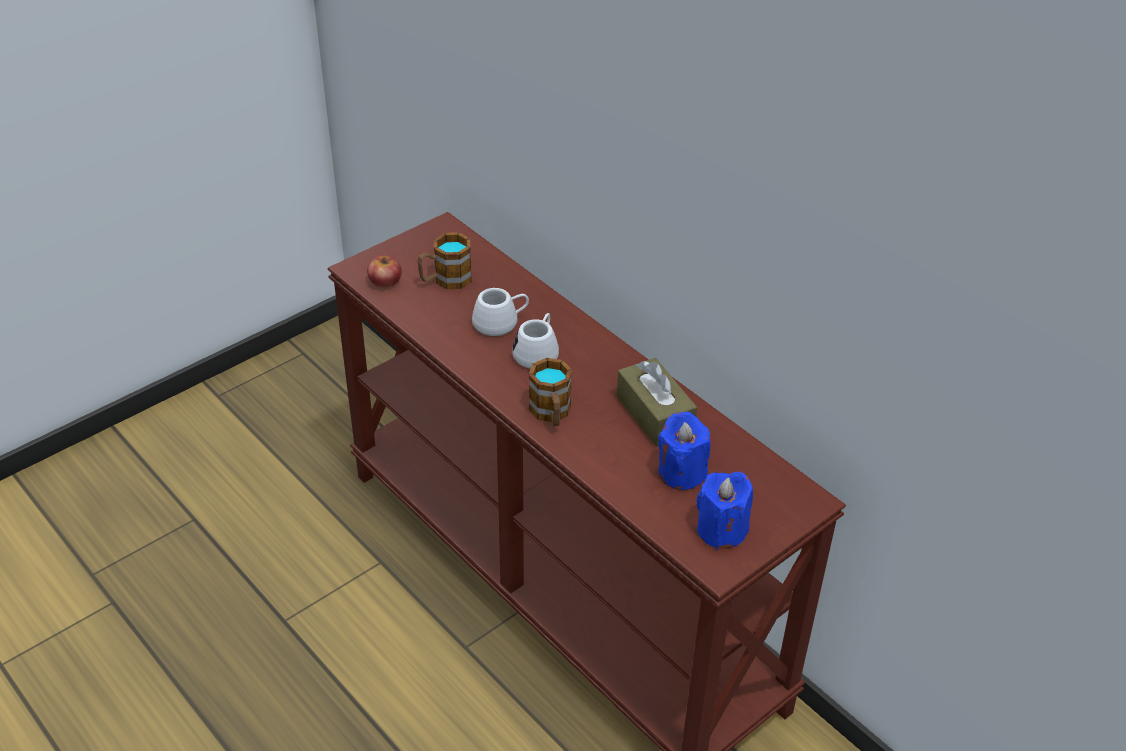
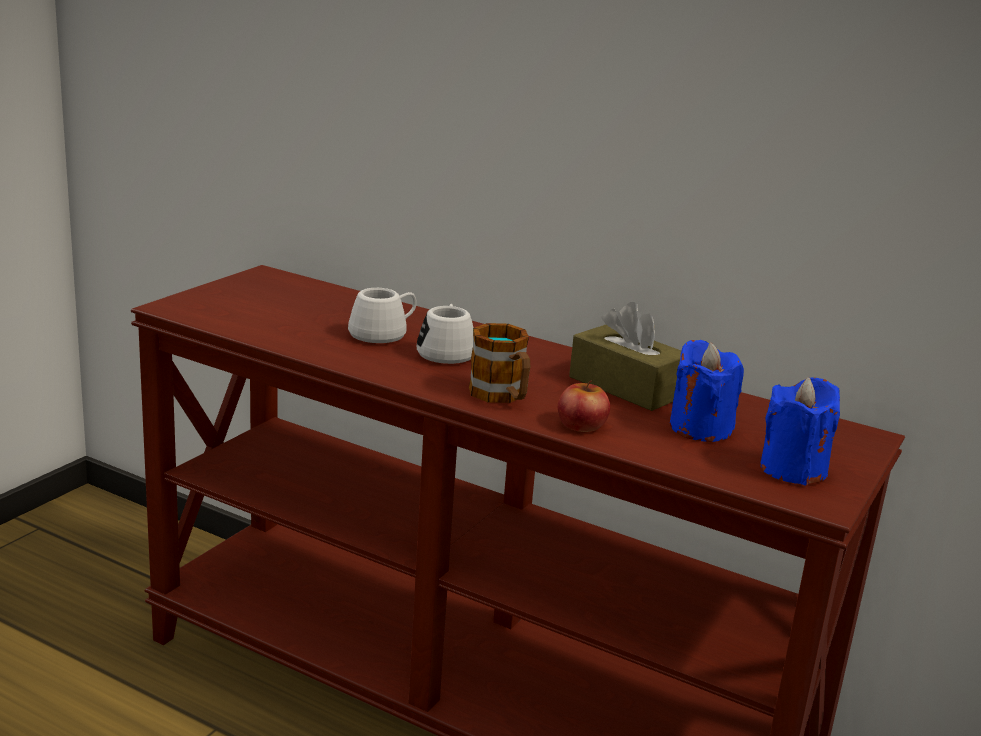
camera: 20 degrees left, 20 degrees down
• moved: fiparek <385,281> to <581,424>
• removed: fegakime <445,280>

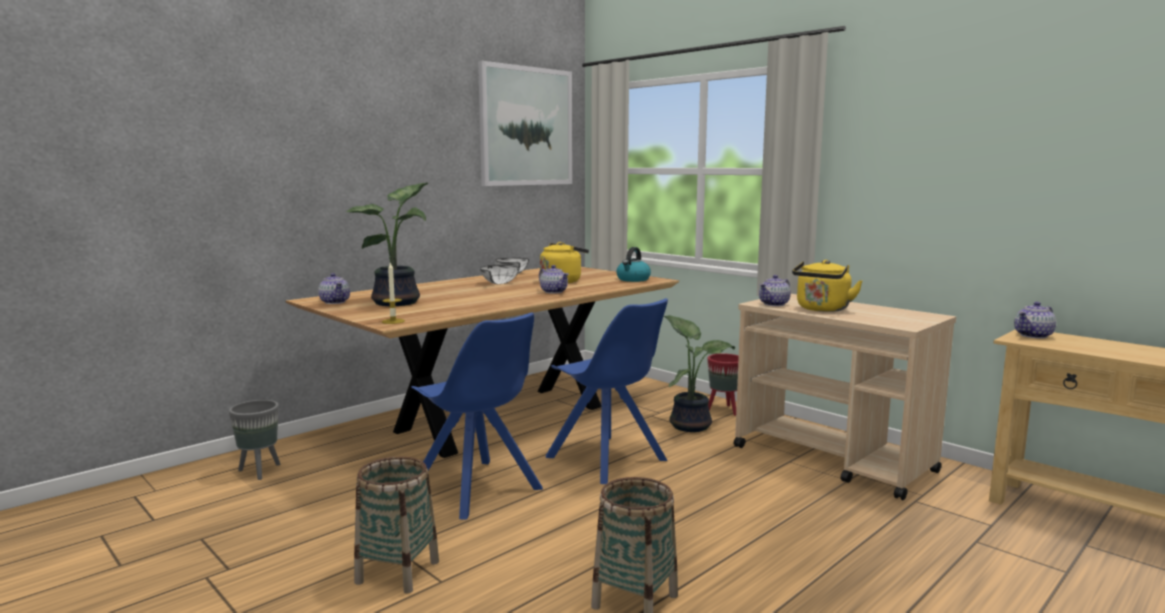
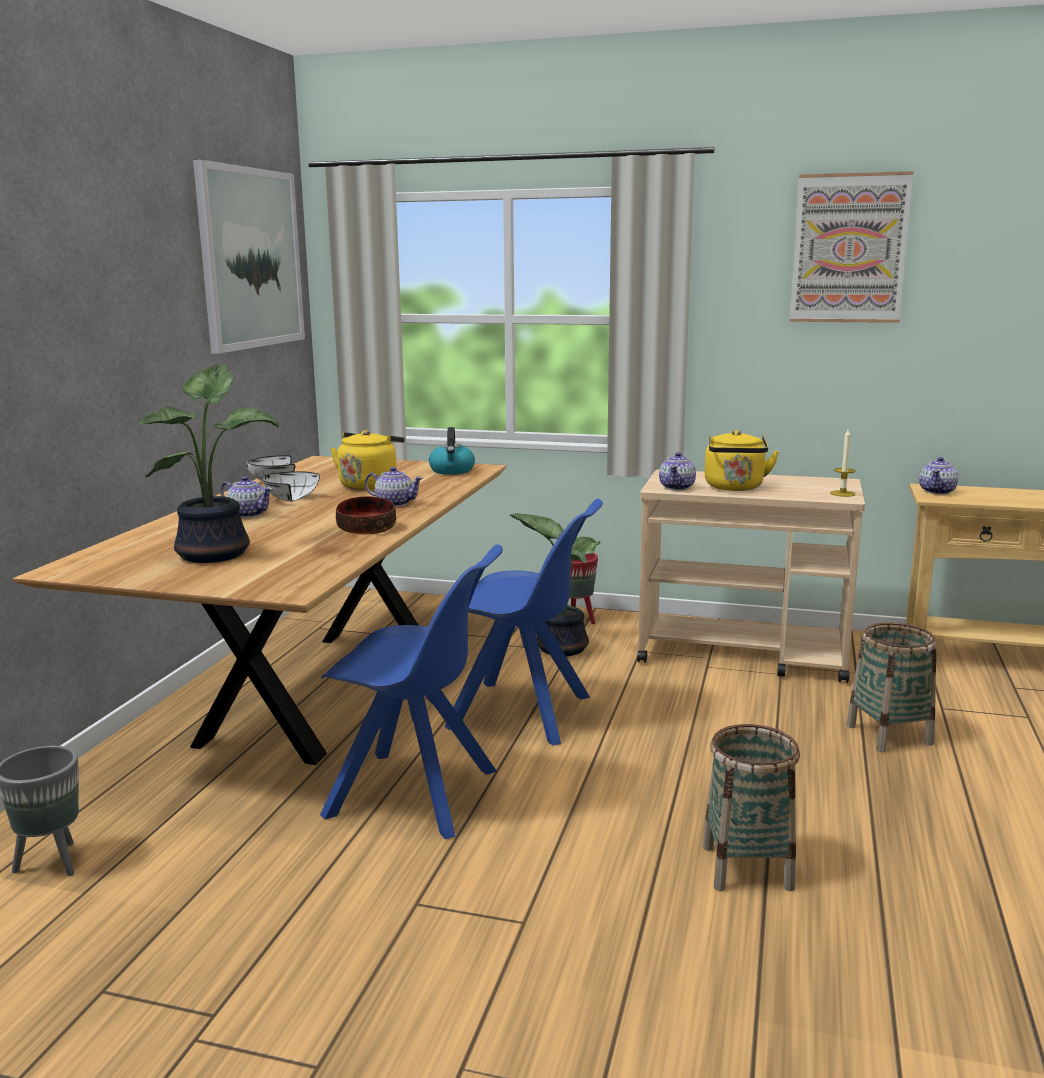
camera: 30 degrees left, 5 degrees up
• moved: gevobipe <335,302> to <248,514>
• added: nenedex <366,529>
• added: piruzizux <849,249>
• moved: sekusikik <393,321> to <842,493>
• moved: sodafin <398,572> to <889,735>

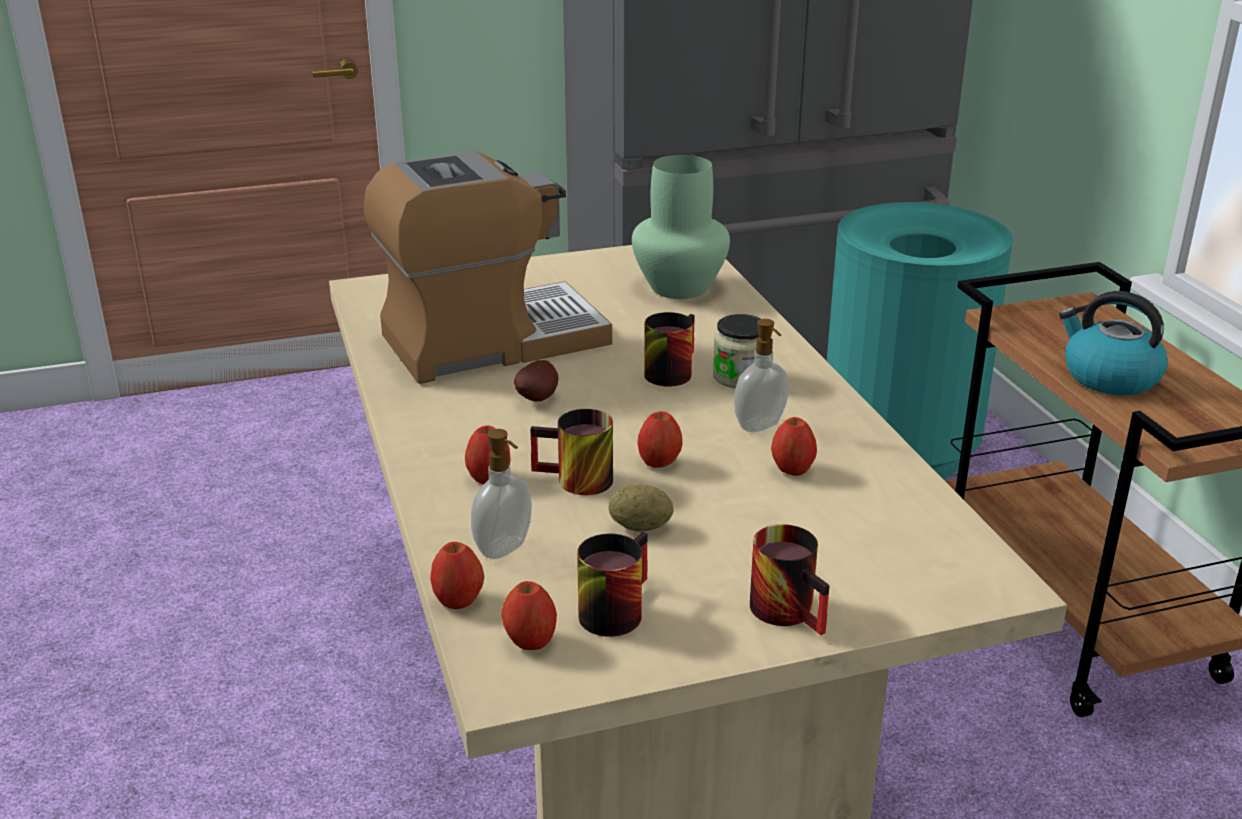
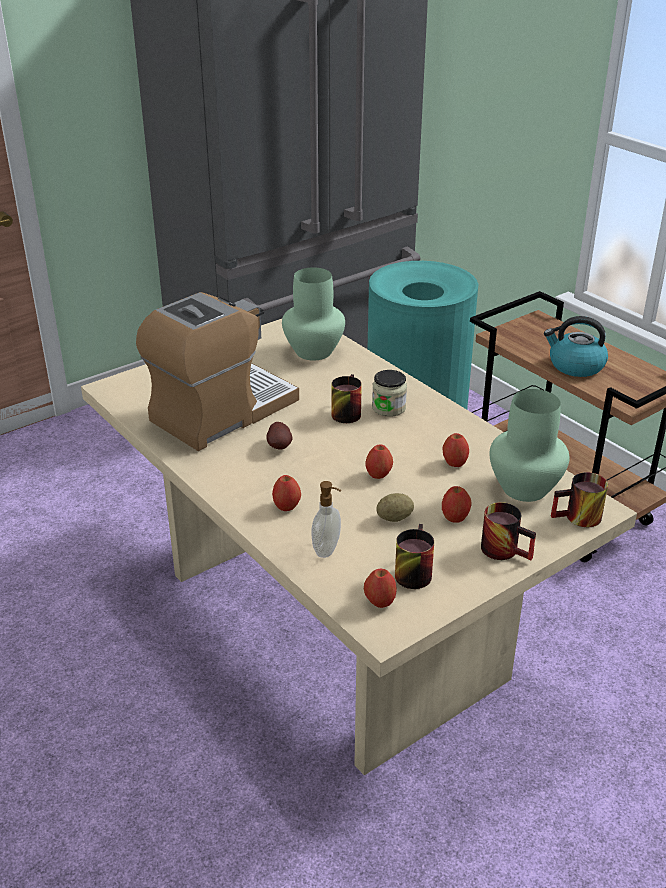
camera: 20 degrees left, 5 degrees up
• moved: fiparek <458,600> to <455,517>
• added: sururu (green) <526,488>
• moved: fegakime <574,482> to <578,519>
• removed: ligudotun <761,426>

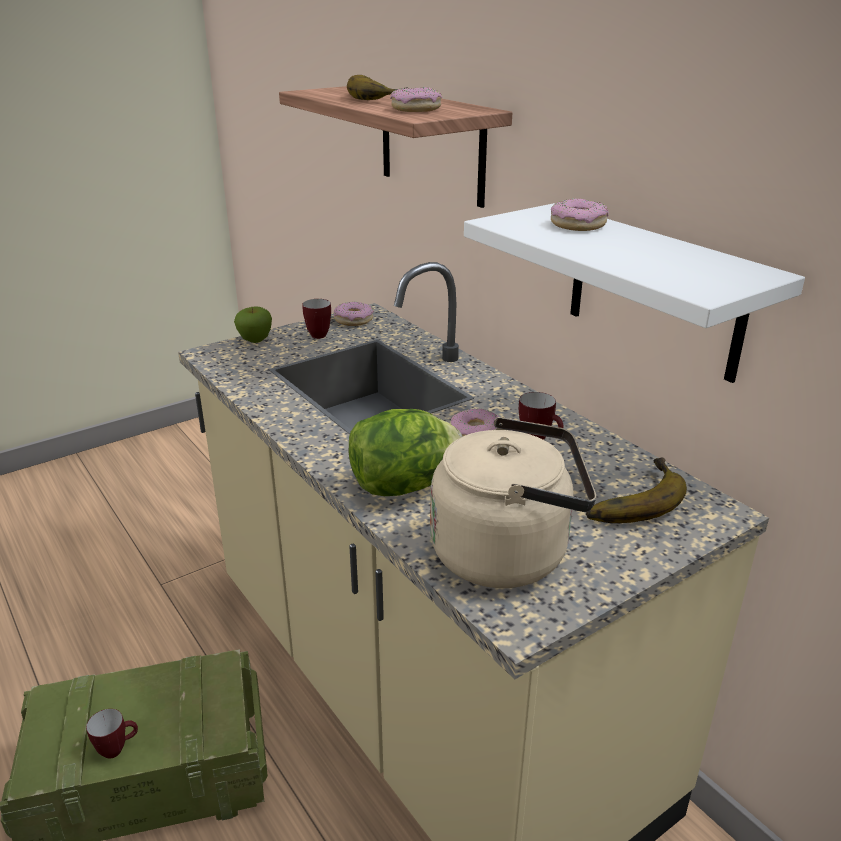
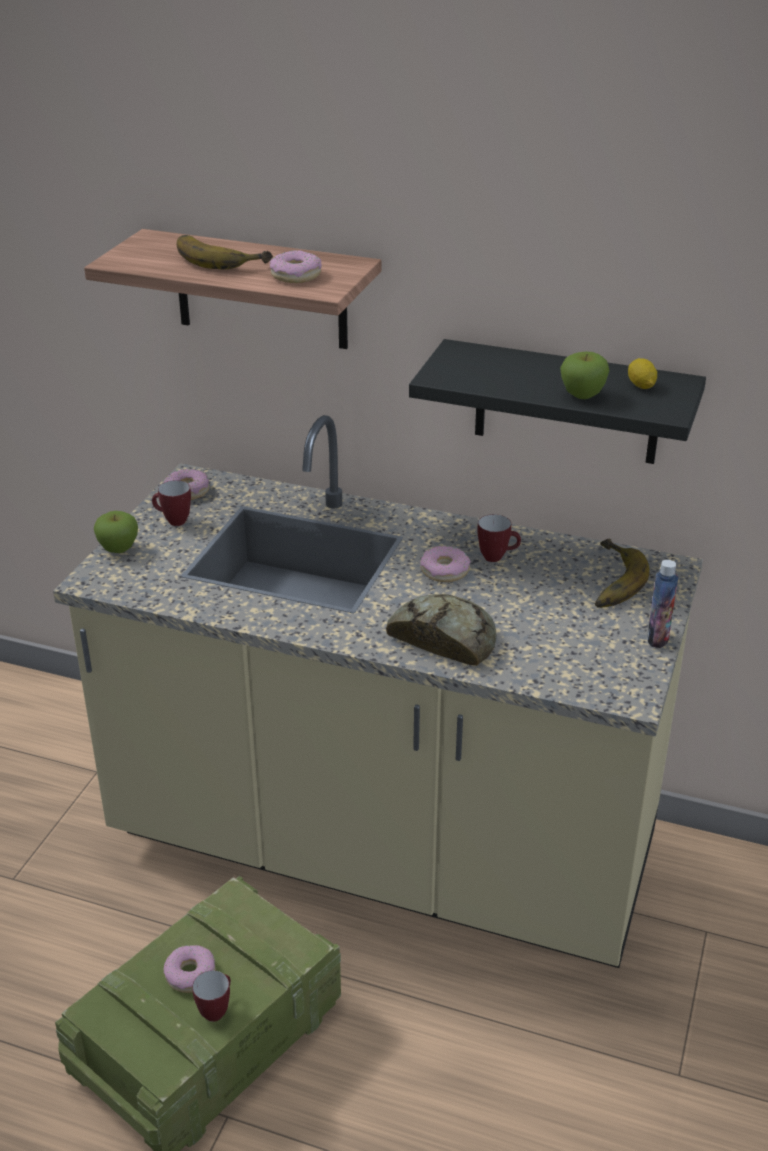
camera: 35 degrees left, 5 degrees up
• moved: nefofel <578,225> to <190,974>
• replaced: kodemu <403,486> to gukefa <444,637>
• recoloured: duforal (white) <654,291> to duforal (black) <567,403>
• added: fiparek <582,395>
• added: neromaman <641,385>
• added: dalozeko <657,638>
• removed: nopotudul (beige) <508,553>

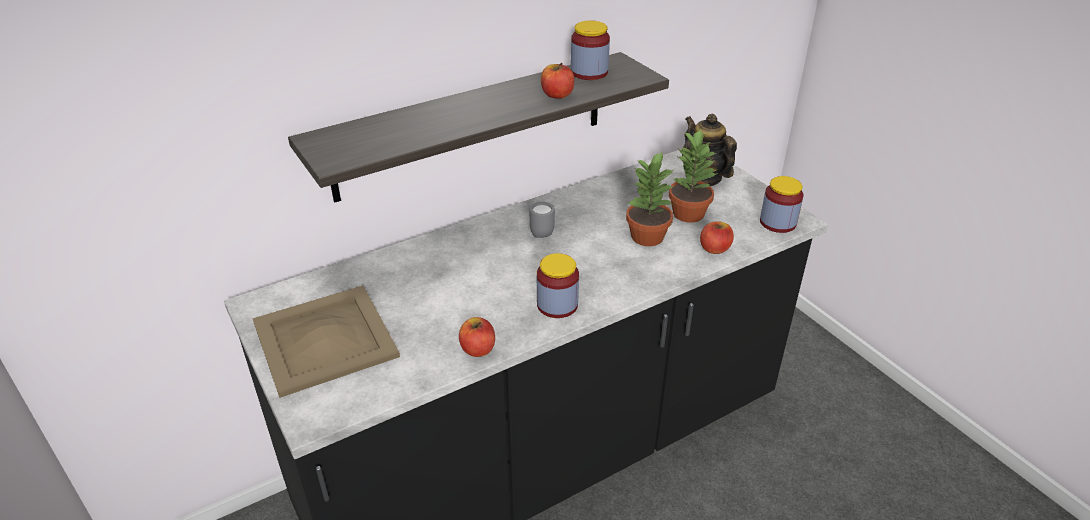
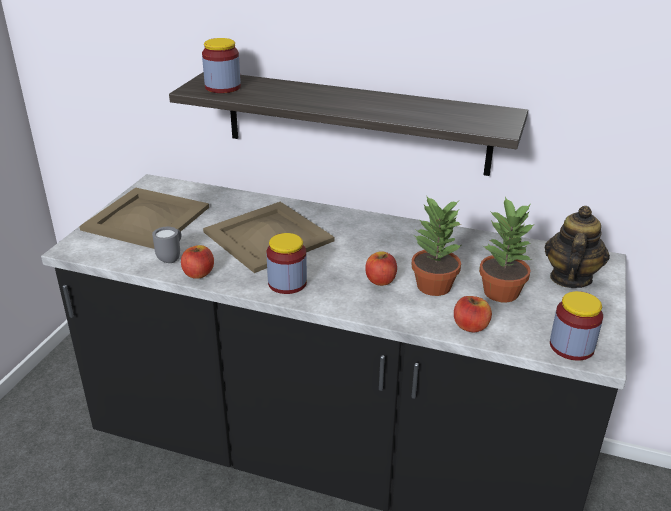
camera: 50 degrees right, 5 degrees down
• moved: fegakime (grey) <541,232> to <171,258>
• moved: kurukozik <589,72> to <223,87>
• added: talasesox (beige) <268,236>
• moved: fiparek <557,95> to <380,280>

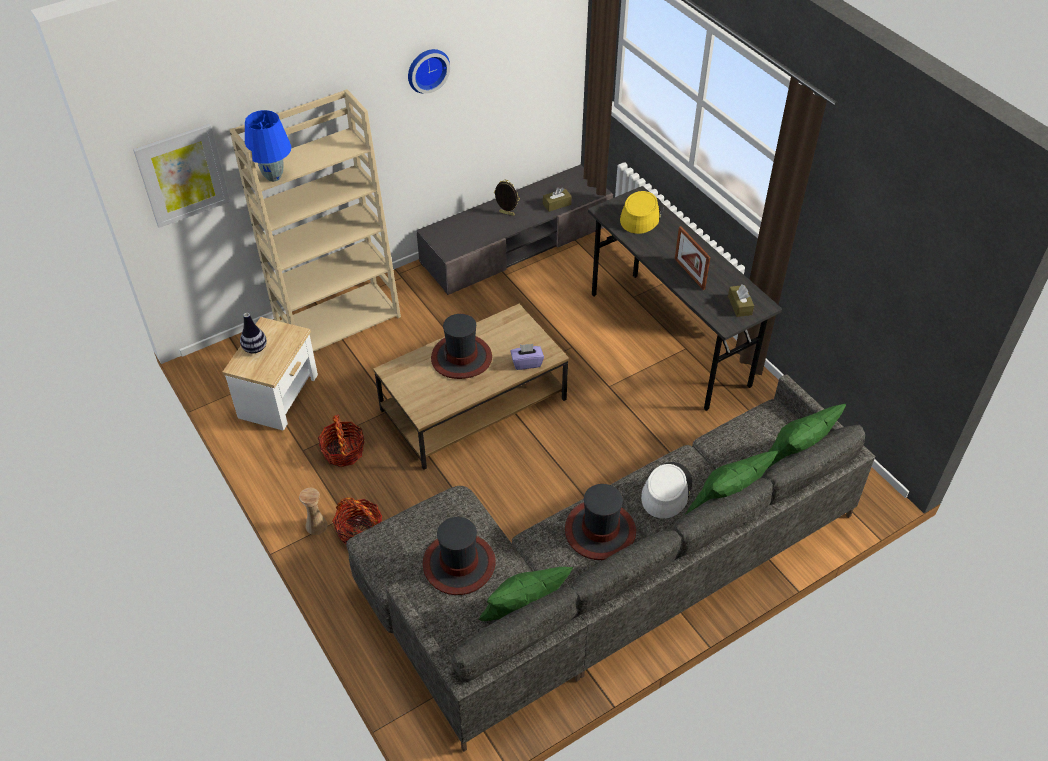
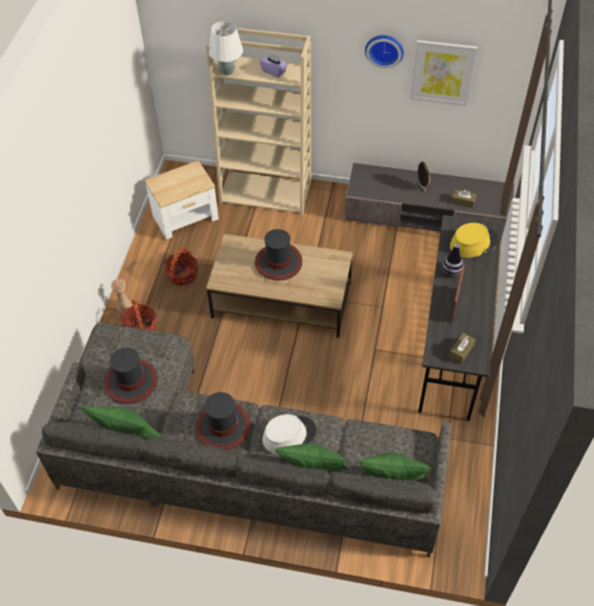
camera: 45 degrees right, 5 degrees up
• recoloured: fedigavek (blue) <274,177> to fedigavek (white) <228,71>
• moved: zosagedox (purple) <527,363> to <274,71>
• moved: piruzizux <182,175> to <442,72>
• moved: sururu <255,348> to <451,271>

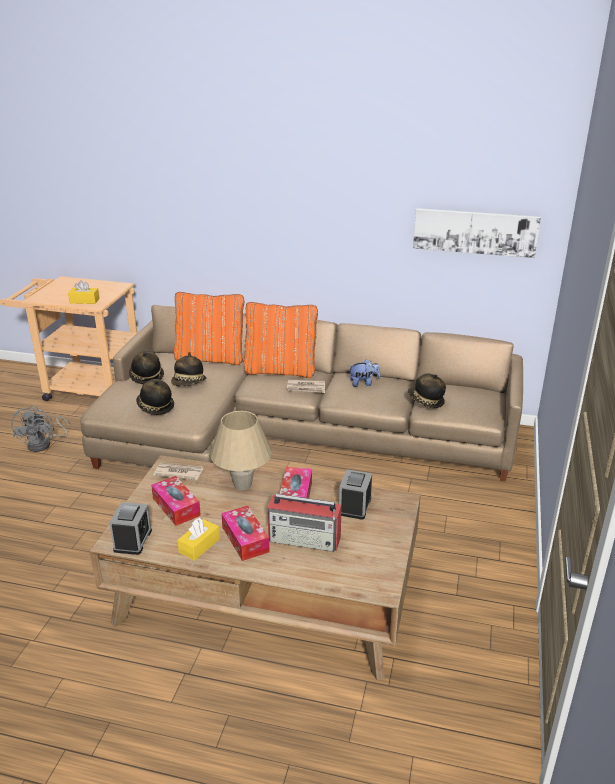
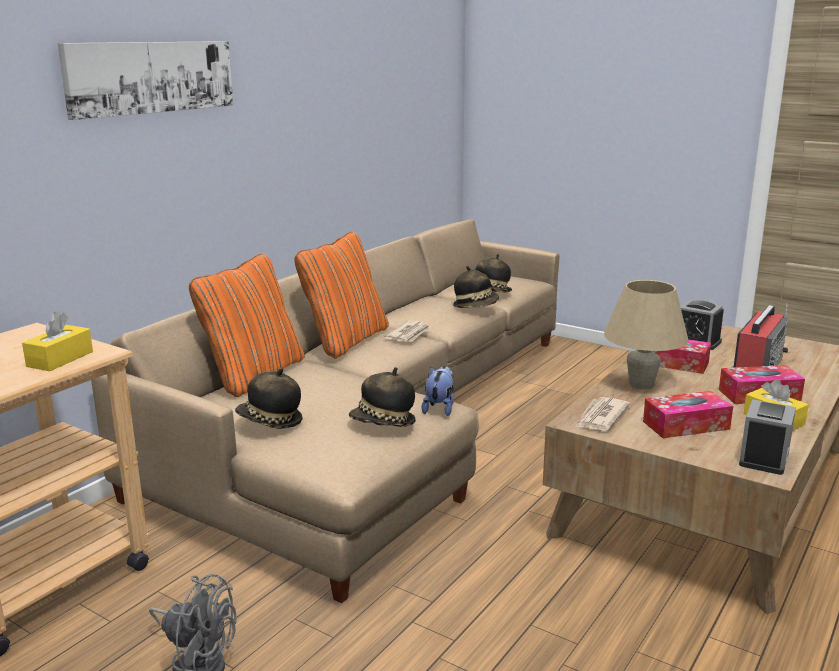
camera: 70 degrees left, 10 degrees down
• moved: piruzizux <475,232> to <151,77>
• moved: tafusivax <363,383> to <440,408>
• moved: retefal <189,384> to <476,306>
• turned: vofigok <133,540> = <764,458> 90 degrees clockwise

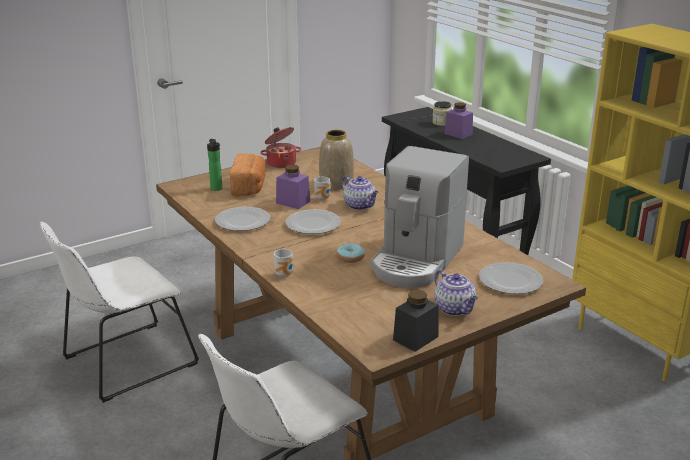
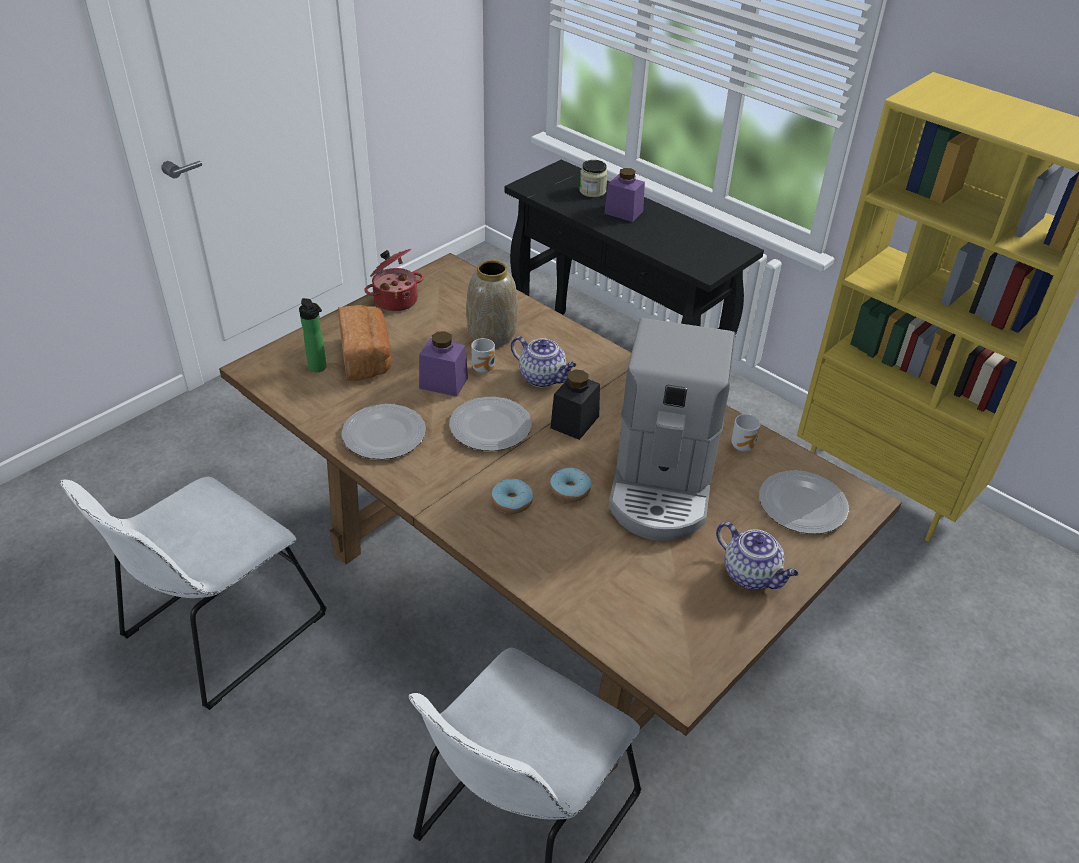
camera: 15 degrees left, 15 degrees up
• added: nefofel <512,502>
• moved: kurukozik (black) <415,338> to <574,422>
• moved: fegakime <285,274> to <744,446>

